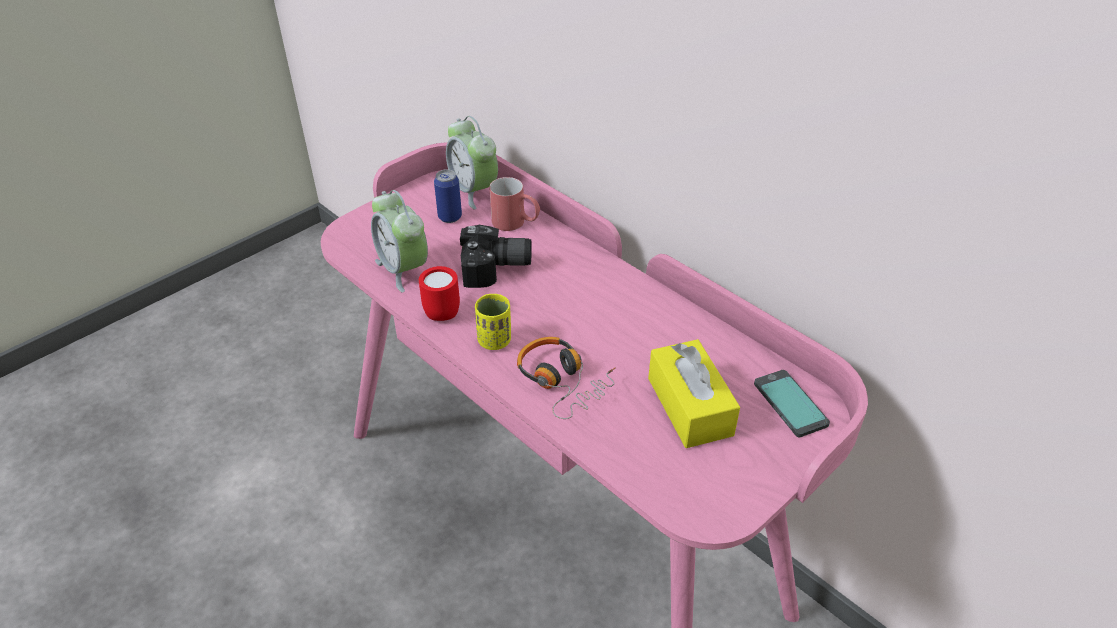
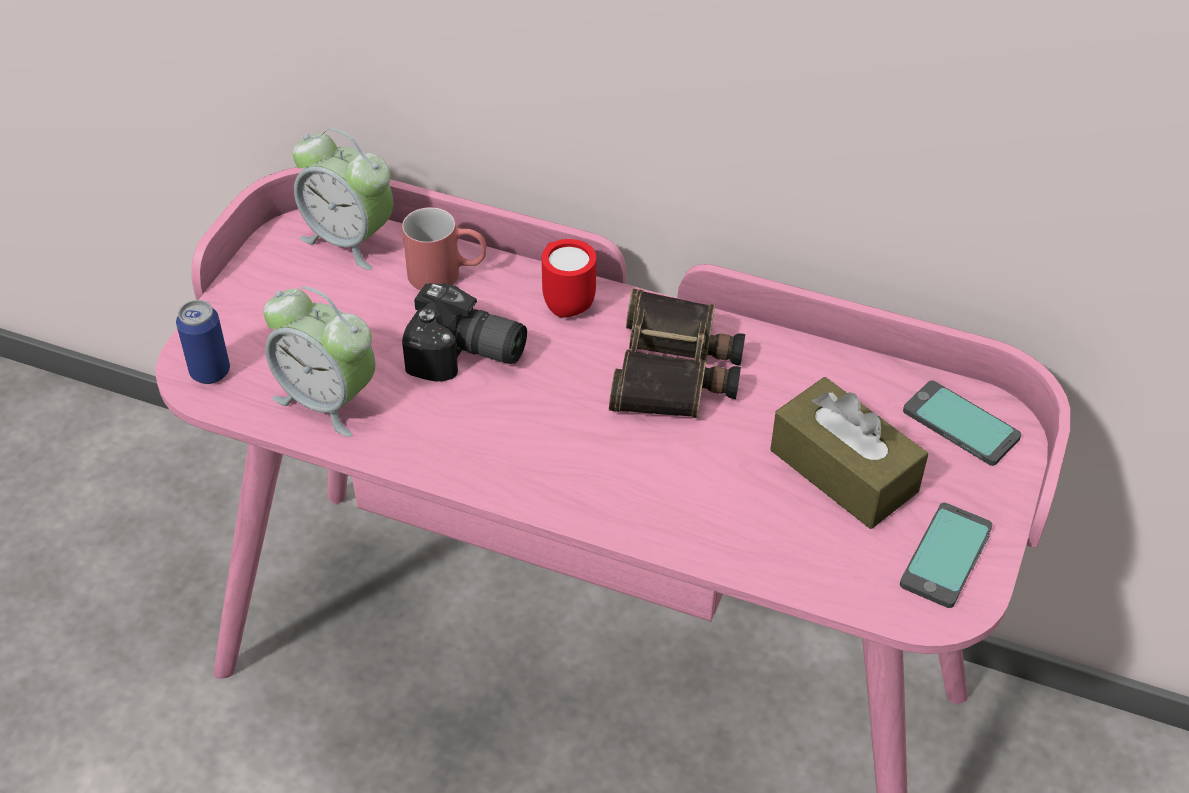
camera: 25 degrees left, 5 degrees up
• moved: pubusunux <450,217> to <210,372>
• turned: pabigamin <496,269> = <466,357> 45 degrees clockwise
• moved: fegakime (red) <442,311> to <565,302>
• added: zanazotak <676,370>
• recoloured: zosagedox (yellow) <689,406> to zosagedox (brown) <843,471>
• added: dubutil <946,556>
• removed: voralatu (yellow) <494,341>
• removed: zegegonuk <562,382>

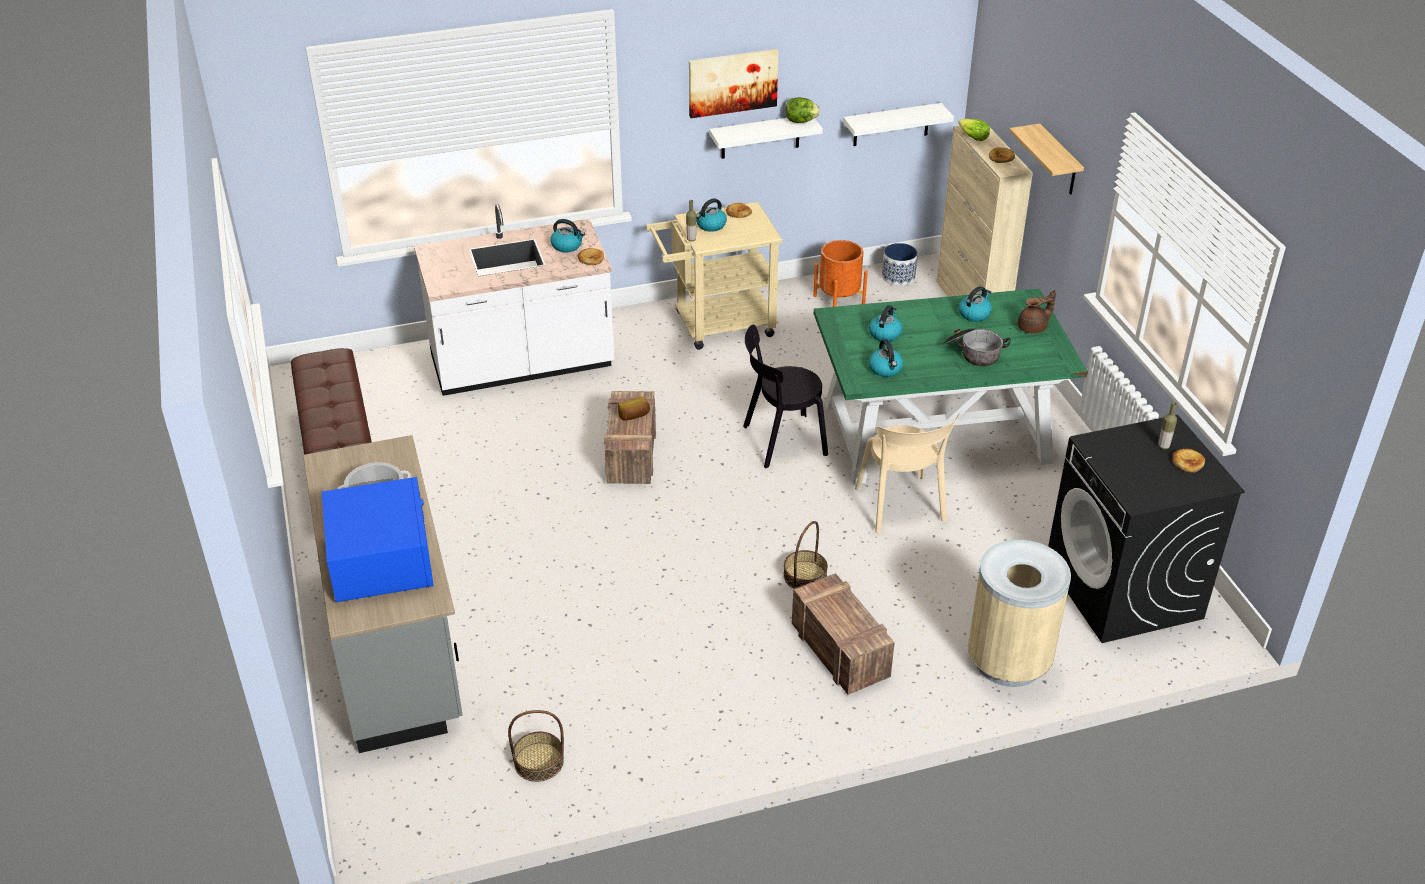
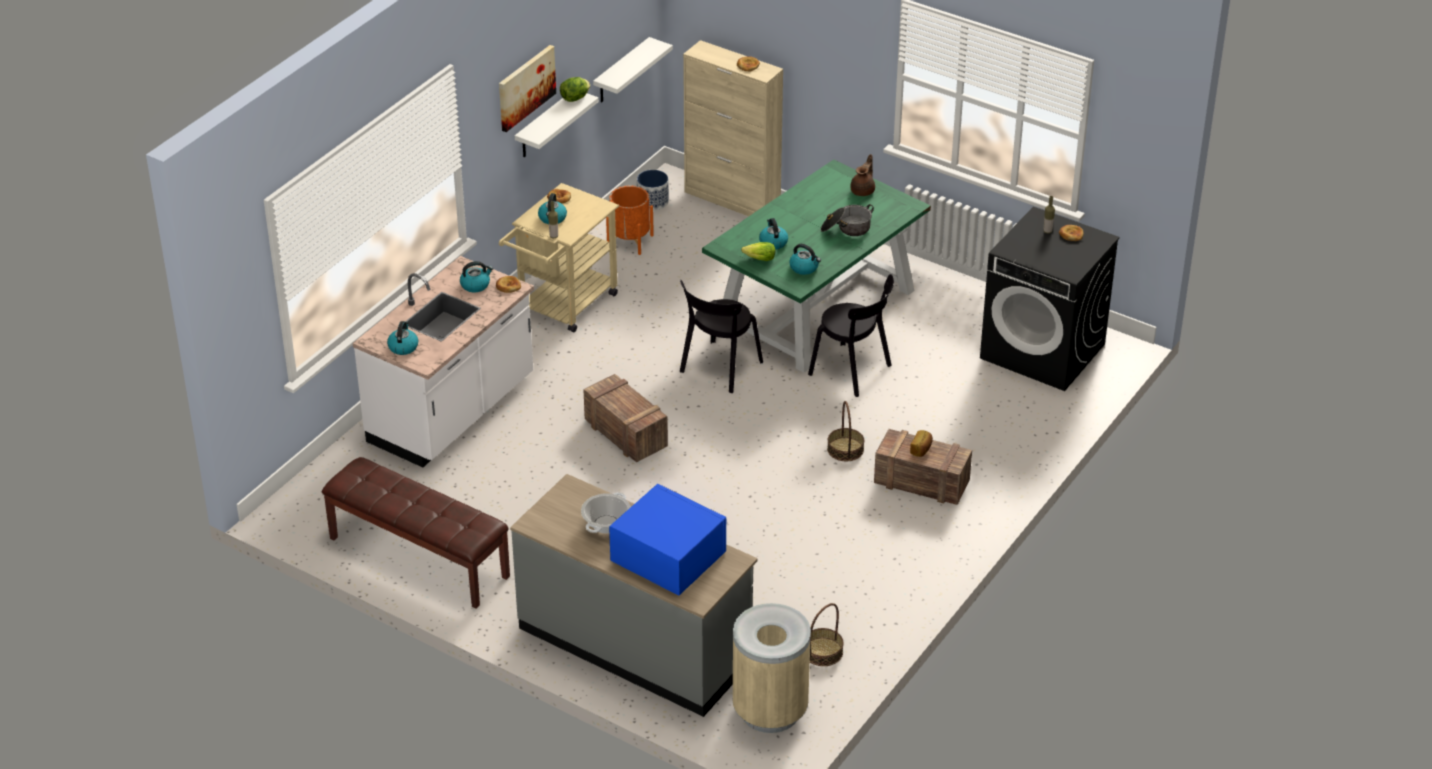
camera: 40 degrees left, 0 degrees up
• moved: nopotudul <974,314> to <403,347>
• moved: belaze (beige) <1008,661> to <769,711>
• moved: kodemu <972,137> to <760,259>
• recoloured: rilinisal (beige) <901,507> to rilinisal (black) <853,371>
• moved: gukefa <634,415> to <921,449>
• removed: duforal <1059,161>

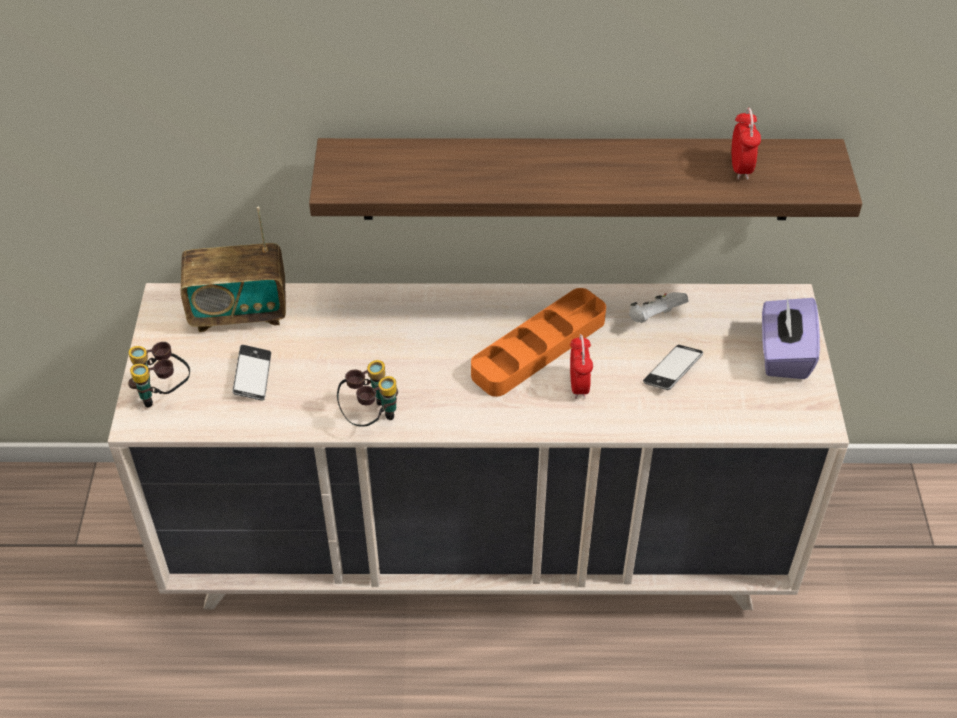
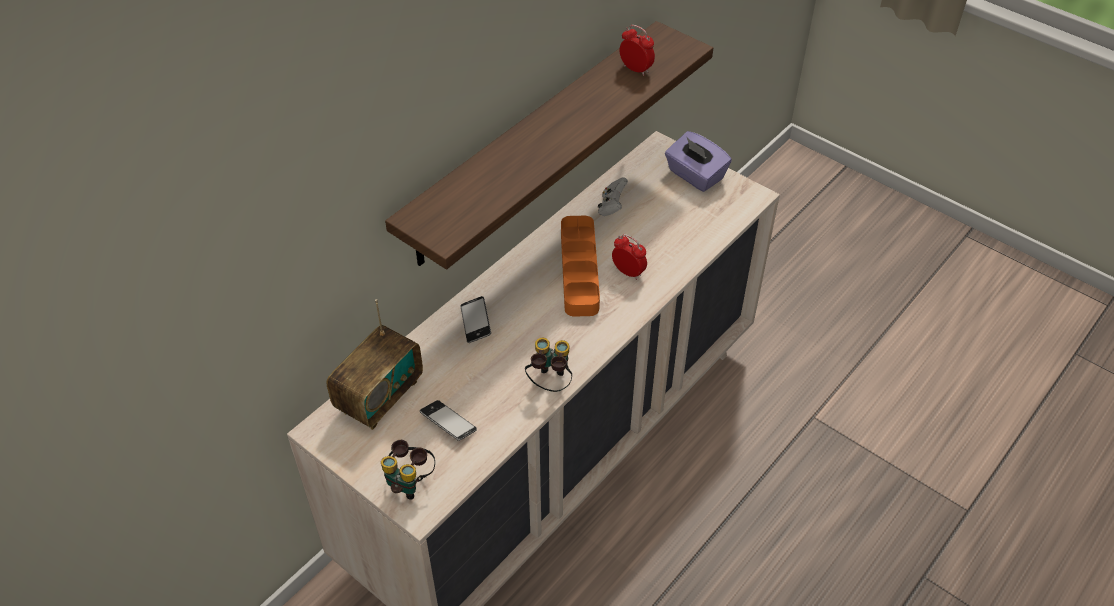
camera: 50 degrees left, 0 degrees up
• moved: dubutil <672,371> to <475,322>

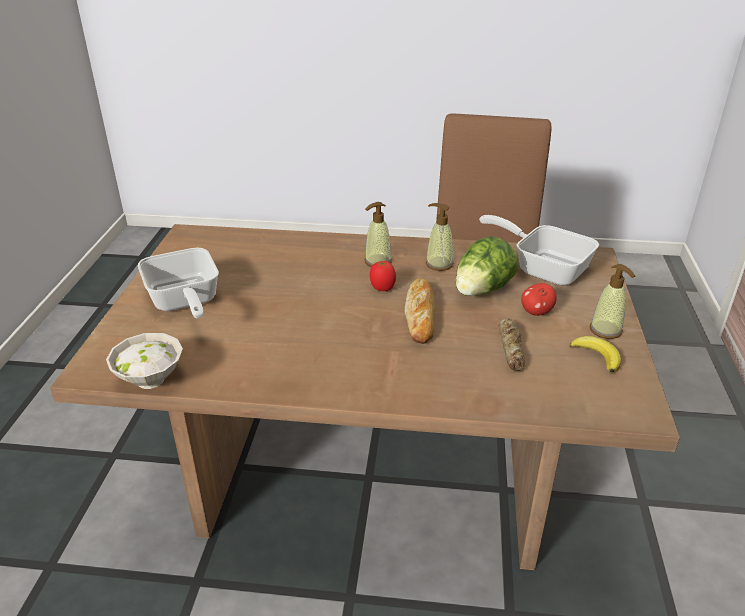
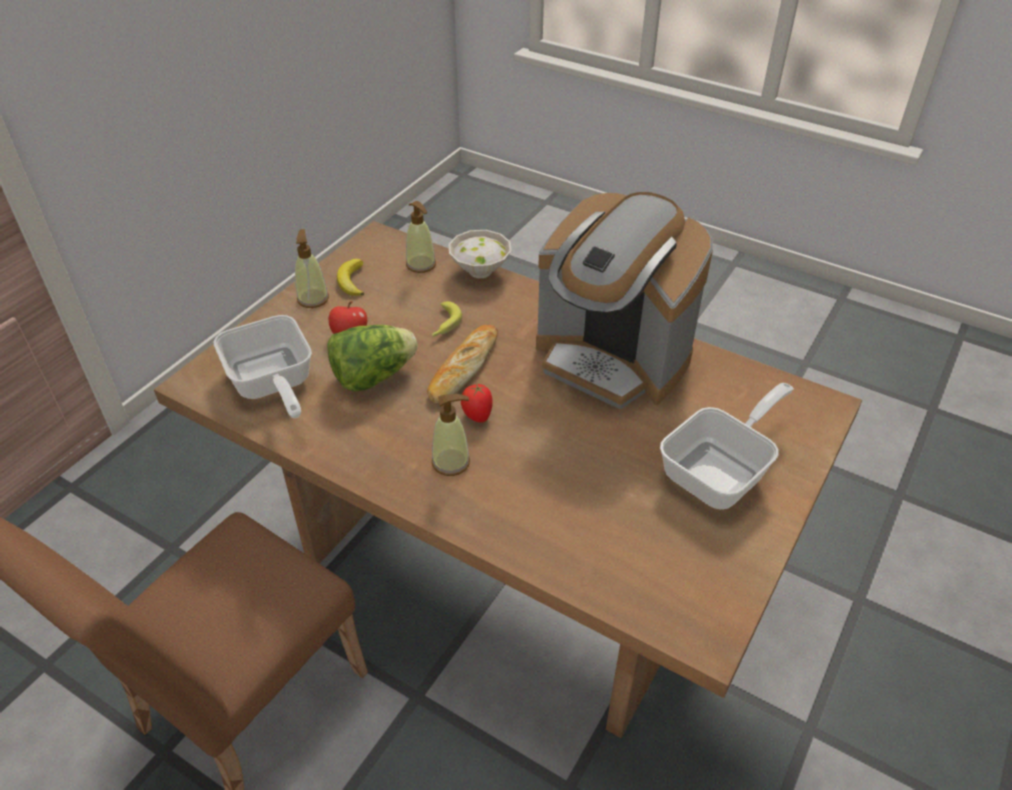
camera: 155 degrees left, 10 degrees up
• moved: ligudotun <439,264> to <421,265>
• added: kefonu <444,325>
• moved: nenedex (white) <152,379> to <478,271>
• added: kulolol <612,359>
• turned: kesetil <184,302> = <722,471> 45 degrees clockwise
• removed: gukefa <511,348>

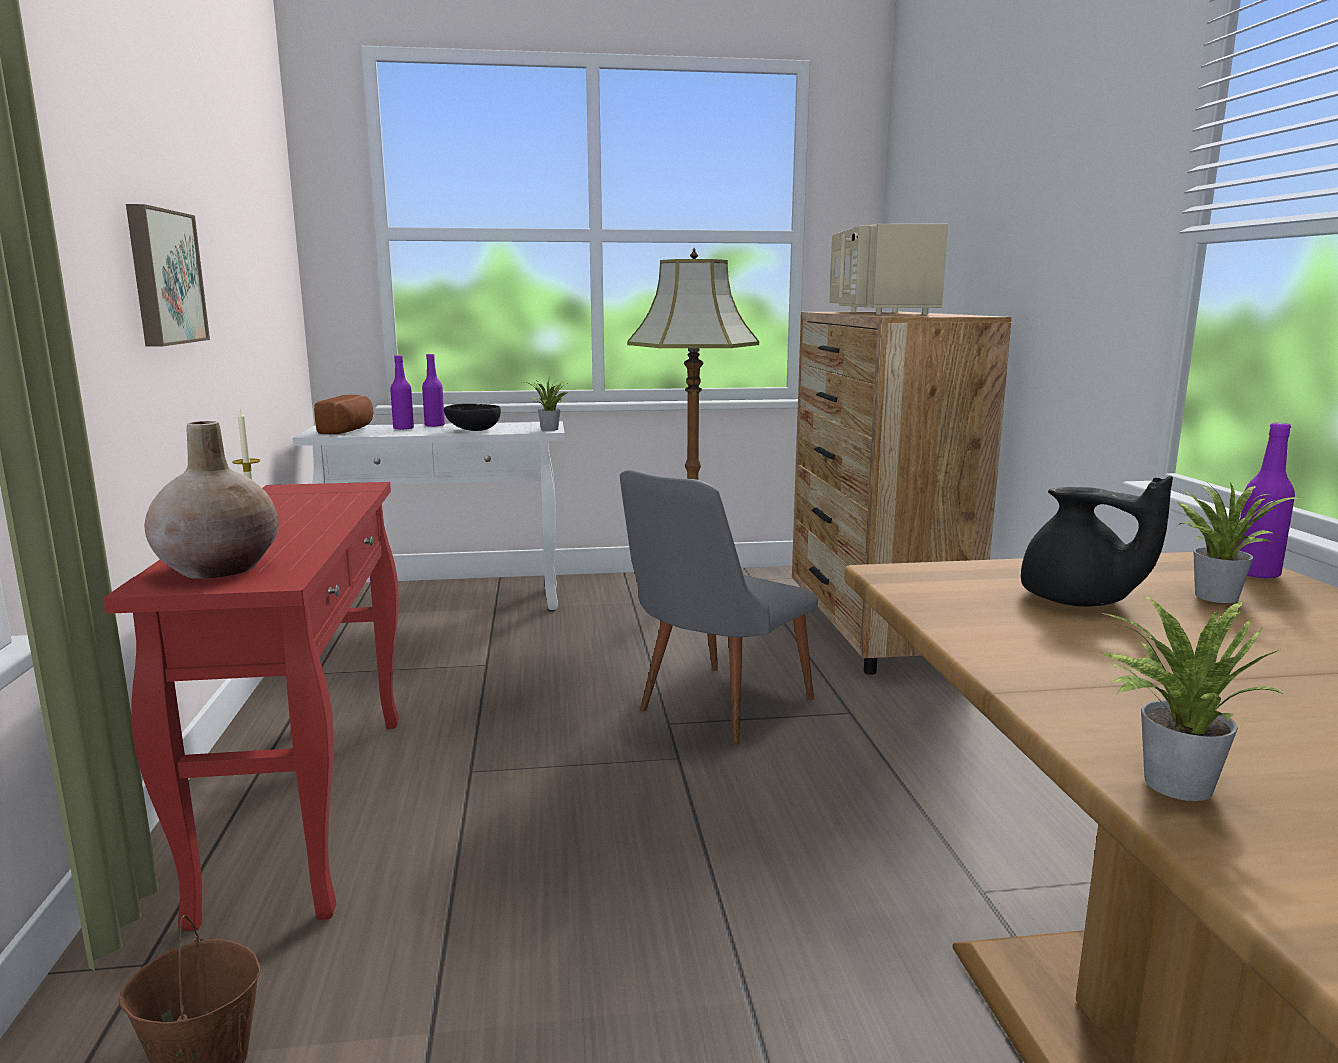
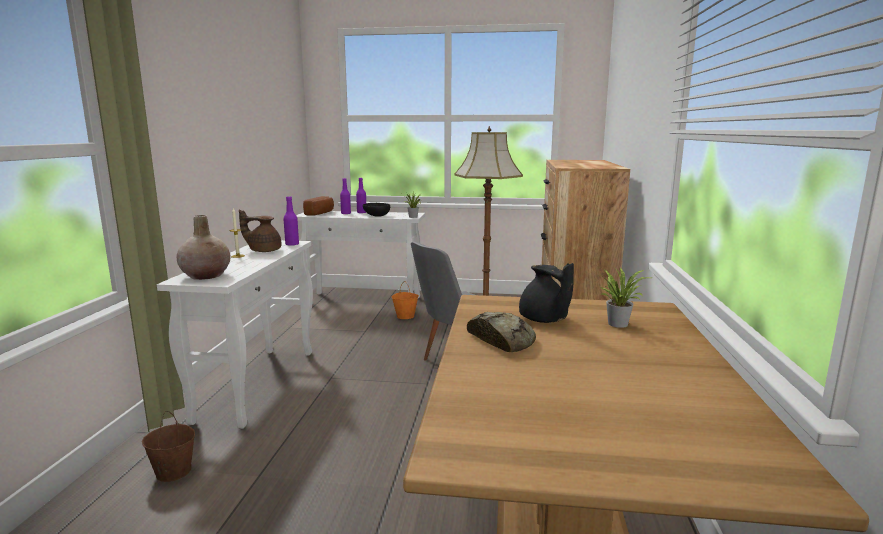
camera: 15 degrees right, 0 degrees up
• recoloured: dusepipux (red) <310,806> to dusepipux (white) <258,383>
• added: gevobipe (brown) <264,250>
• moved: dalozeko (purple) <1256,574> to <292,244>
• added: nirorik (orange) <405,316>
• added: gukefa <502,339>
• removed: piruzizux <163,277>
• removed: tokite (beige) <879,313>
• removed: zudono <1168,781>

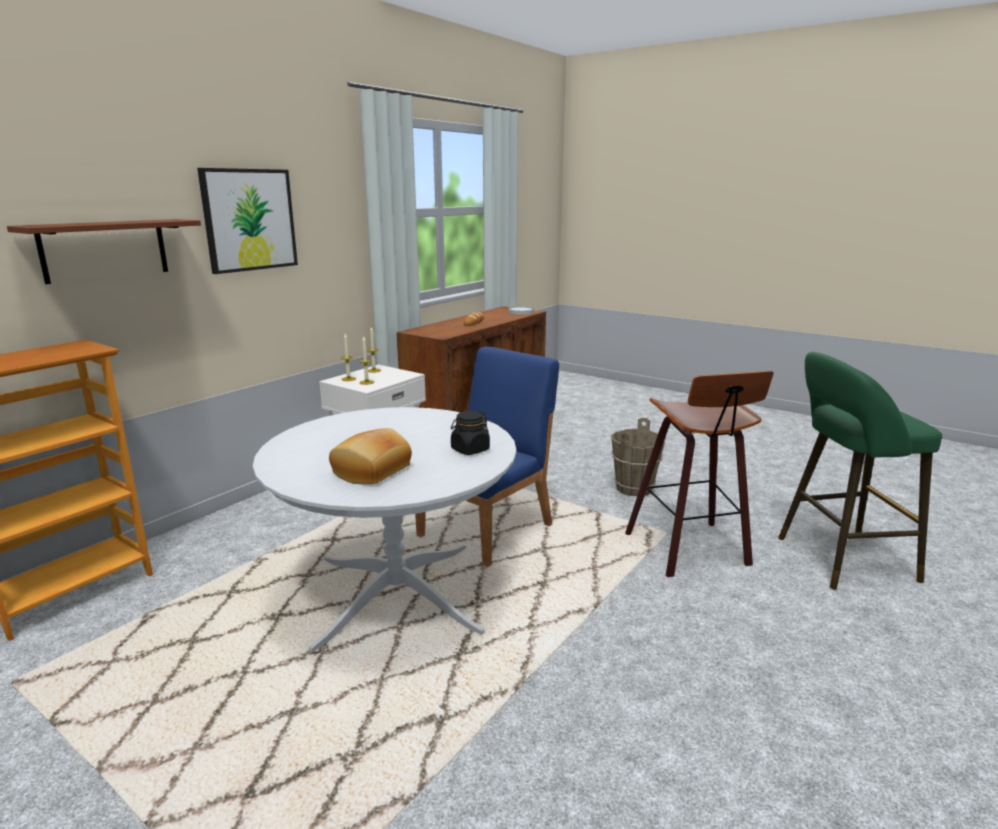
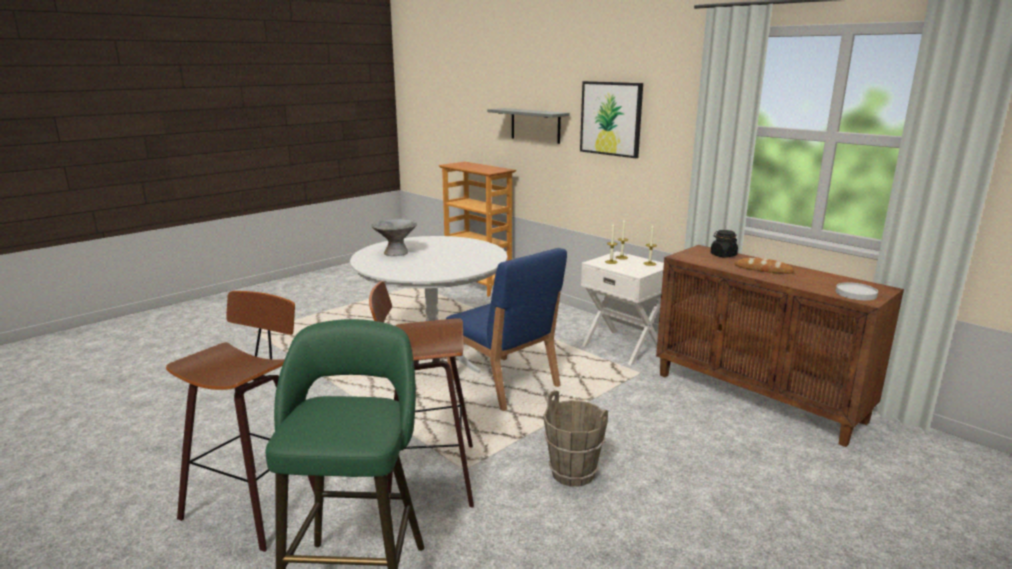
camera: 100 degrees right, 0 degrees up
• added: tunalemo <256,504>
• replaced: gukefa <373,471> to nenedex (grey) <396,253>
• recoloured: duforal (brown) <105,250> to duforal (grey) <535,125>
• moved: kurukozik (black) <470,450> to <723,255>

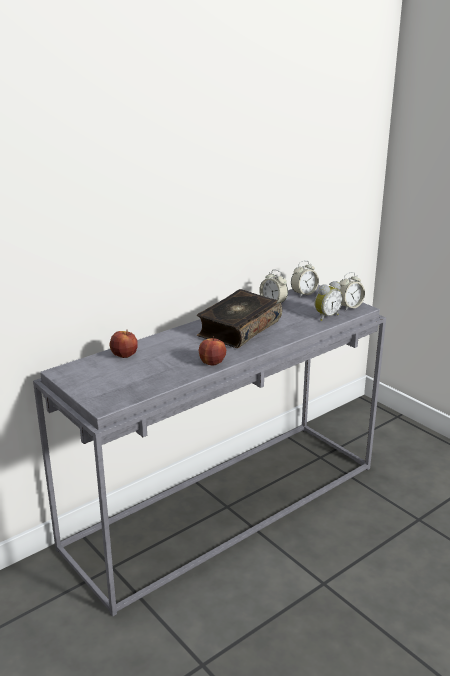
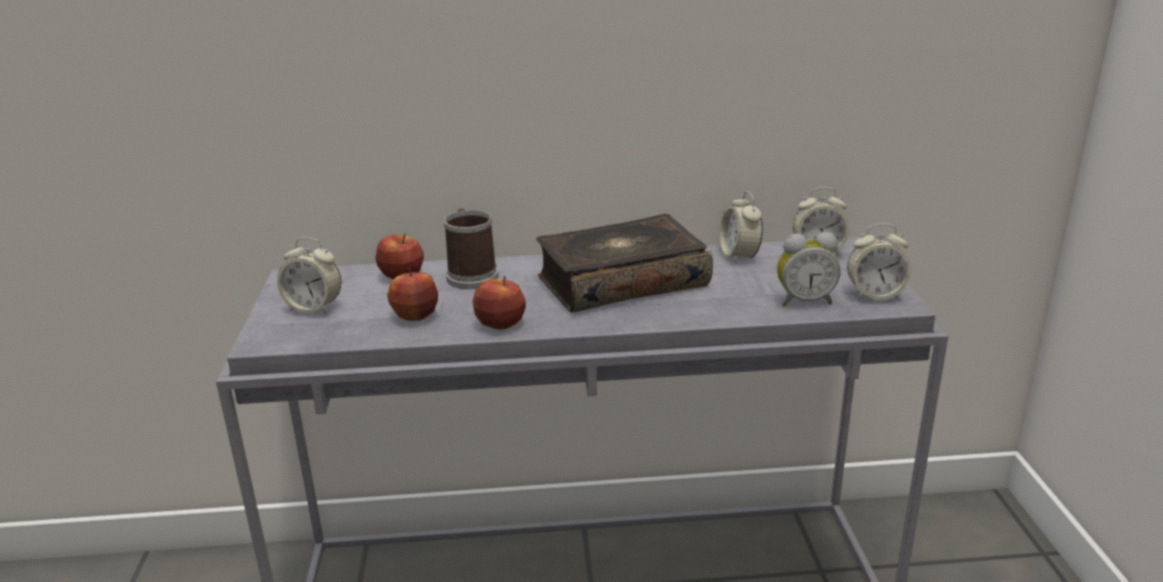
camera: 35 degrees right, 0 degrees up
• added: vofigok <314,308>
• added: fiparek <415,317>
• added: fegakime <471,275>

